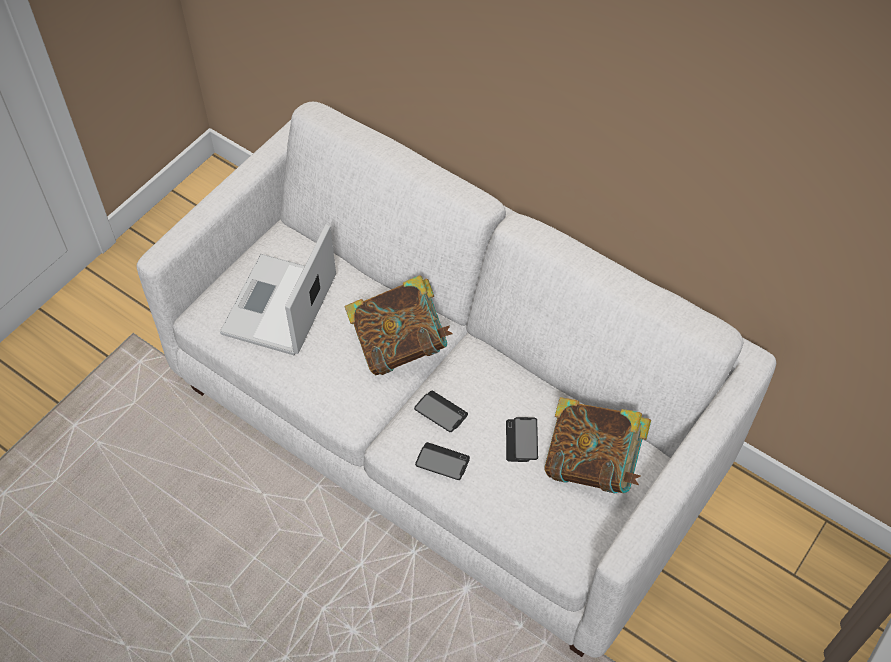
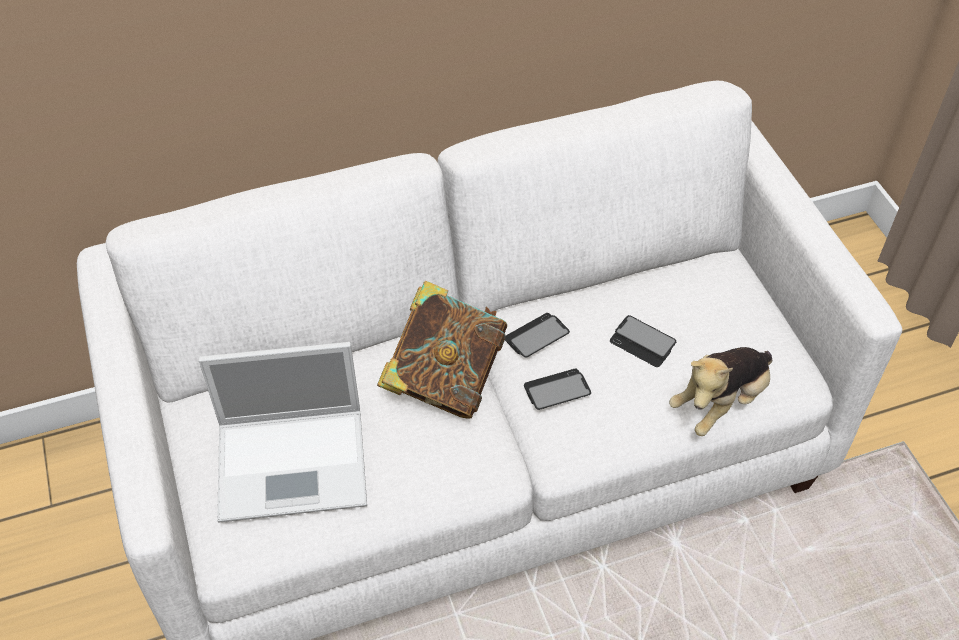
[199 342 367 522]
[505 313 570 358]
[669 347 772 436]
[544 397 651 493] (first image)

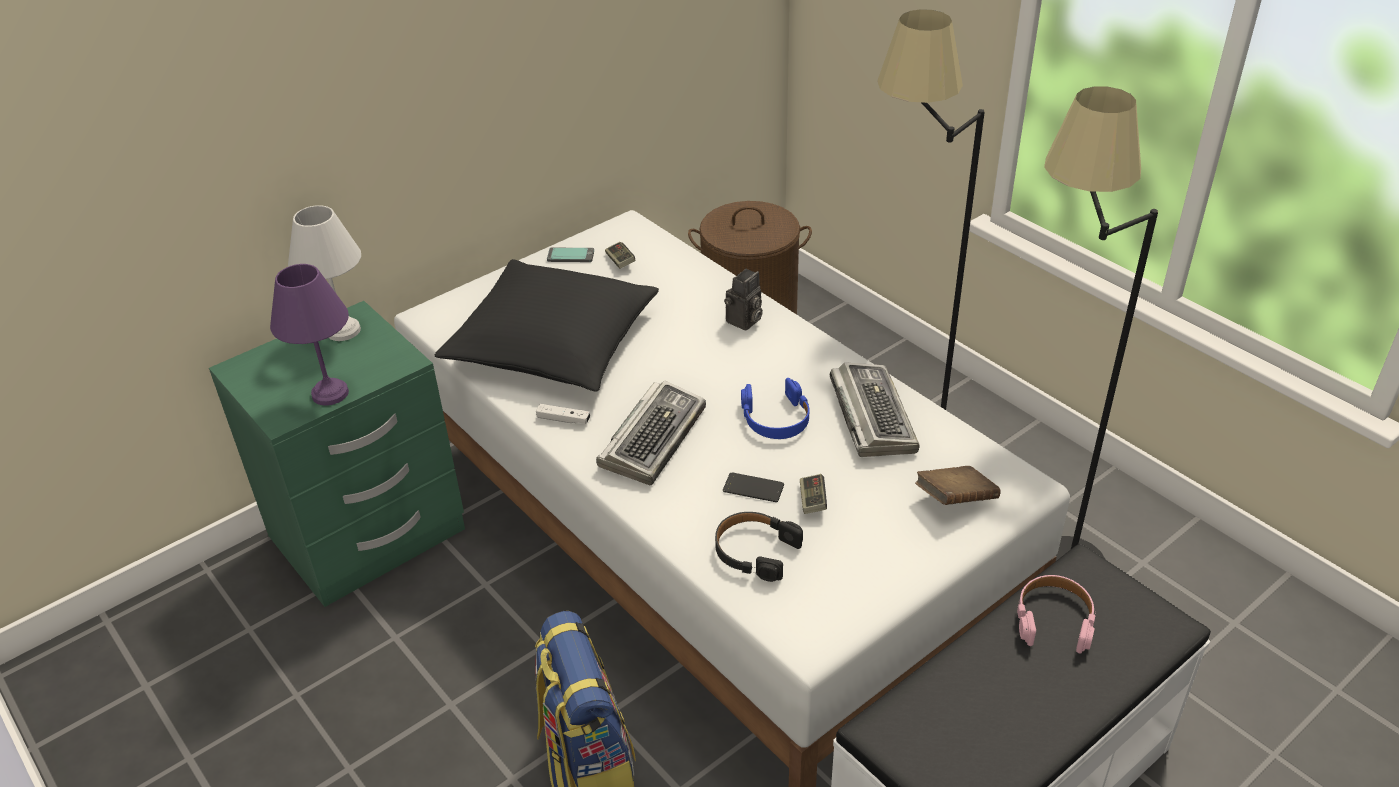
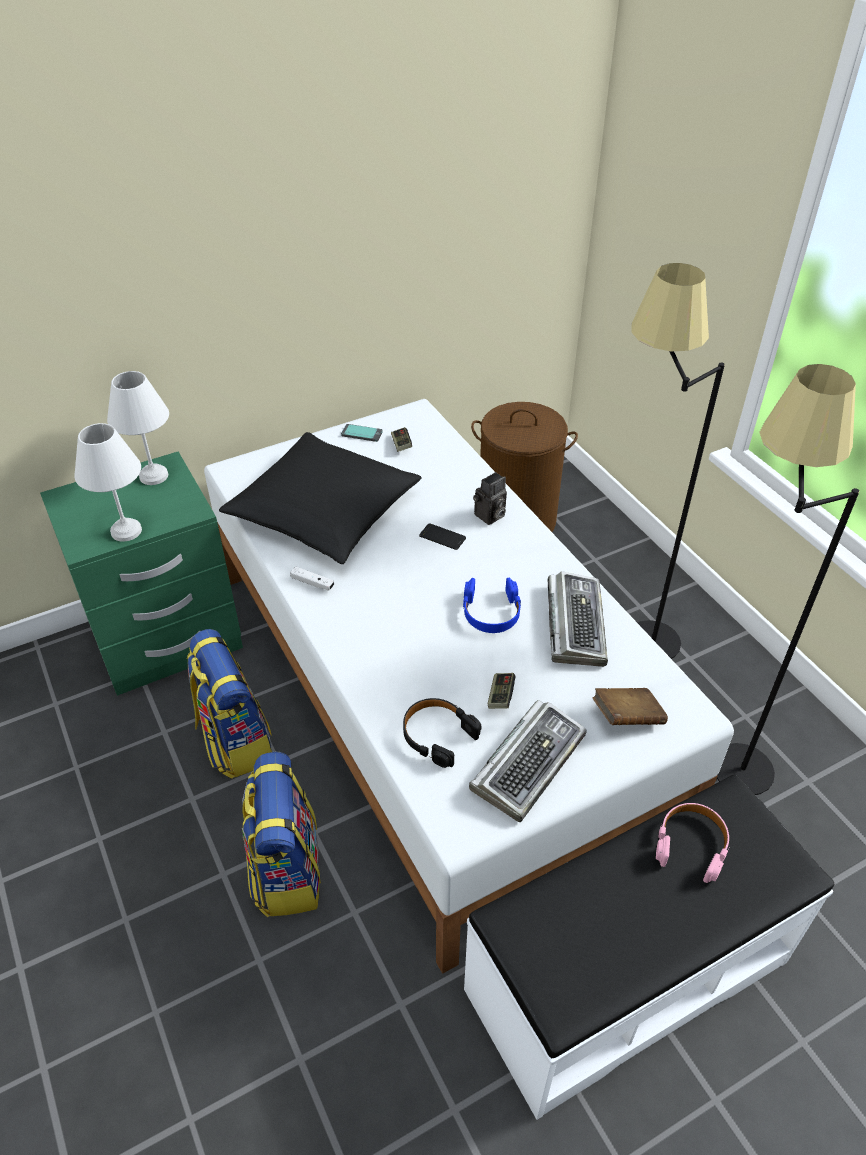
[74 423 142 542]
[187 629 272 779]
[419 523 466 550]
[469 700 586 822]

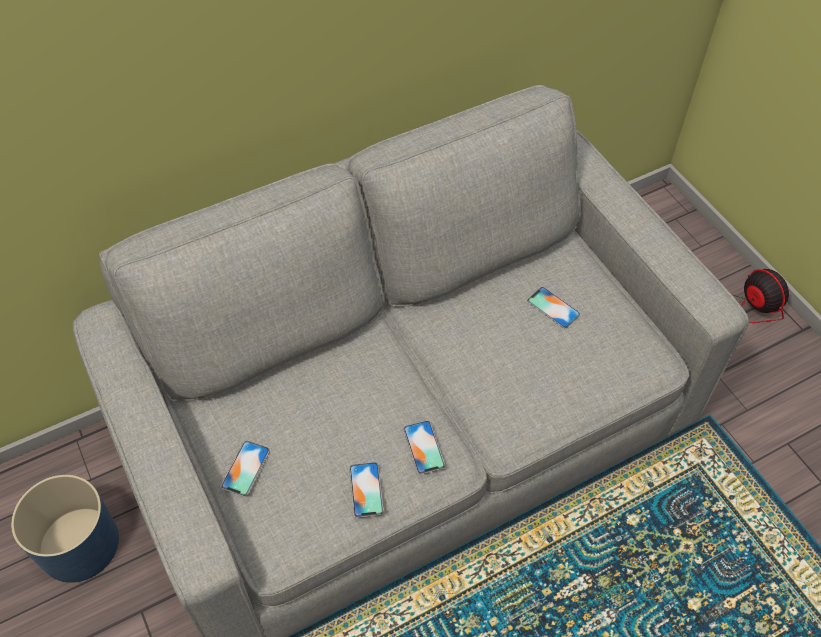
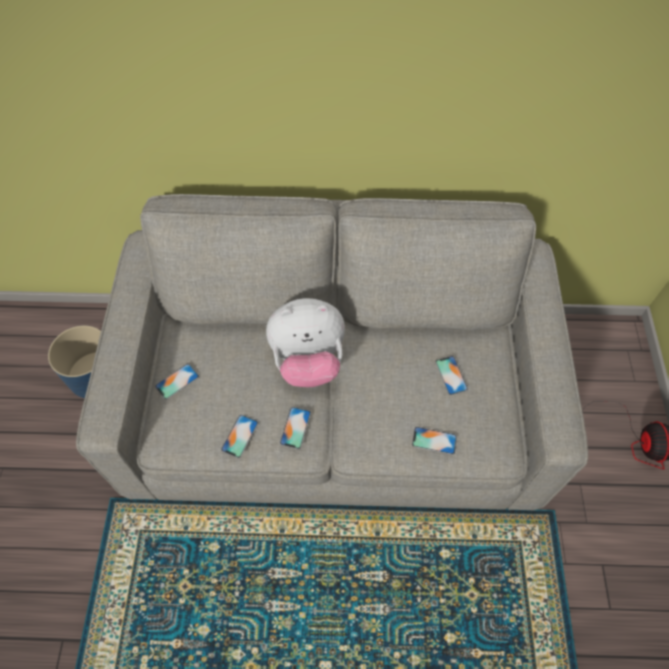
[266 298 345 387]
[412 427 457 455]

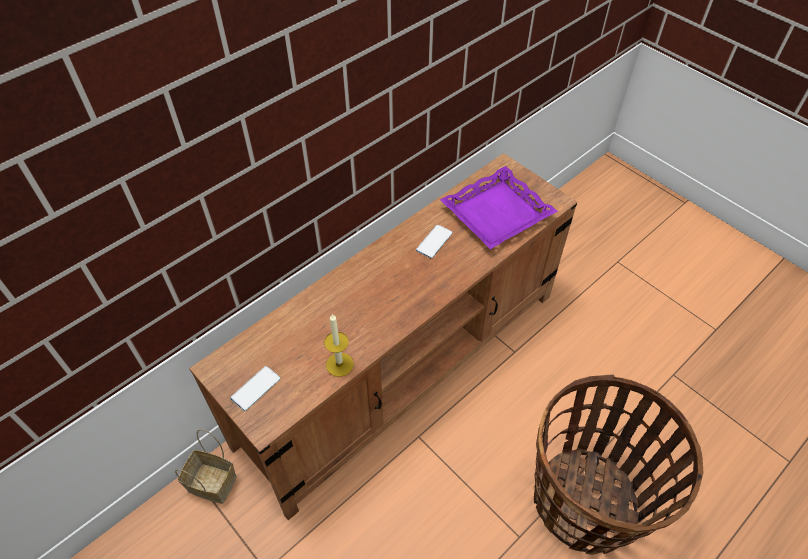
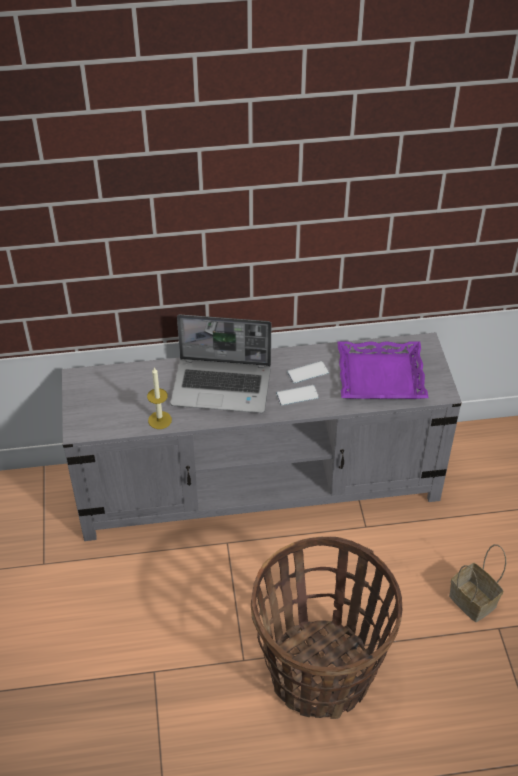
[62 332 462 541]
[170 315 271 413]
[276 385 319 406]
[449 544 506 622]

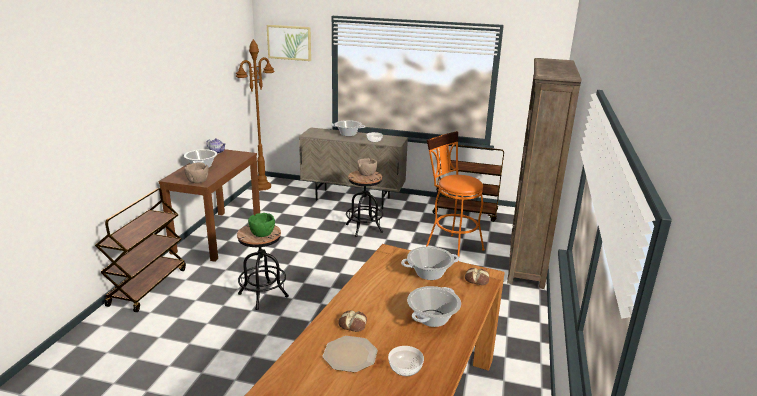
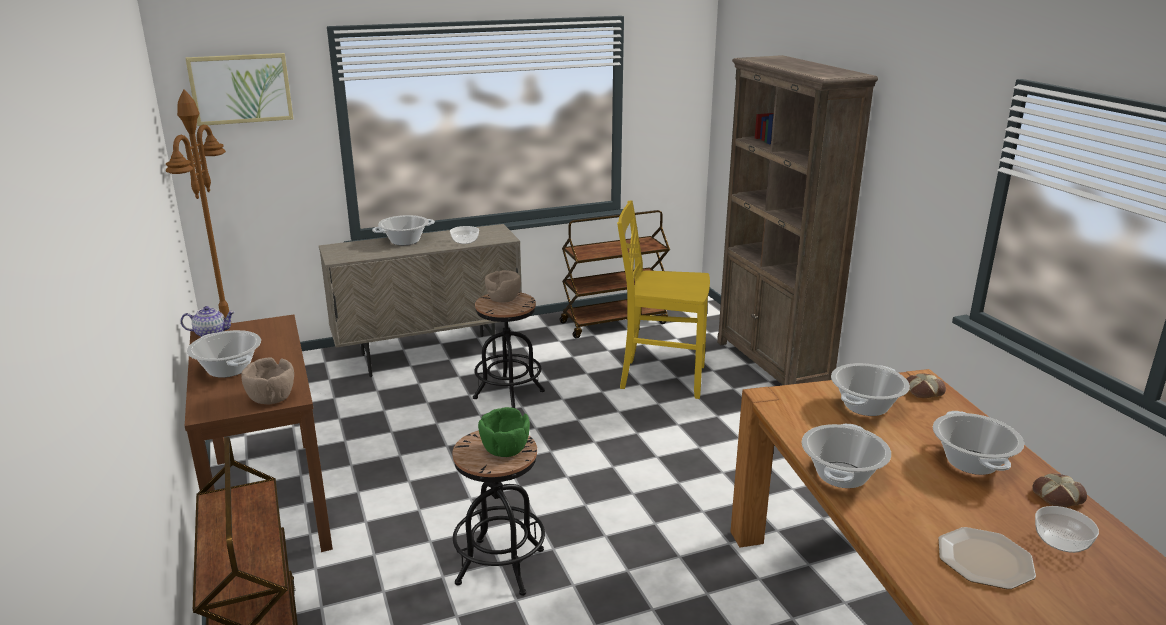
[617 200 710 399]
[801 423 891 488]
[1032 473 1087 507]

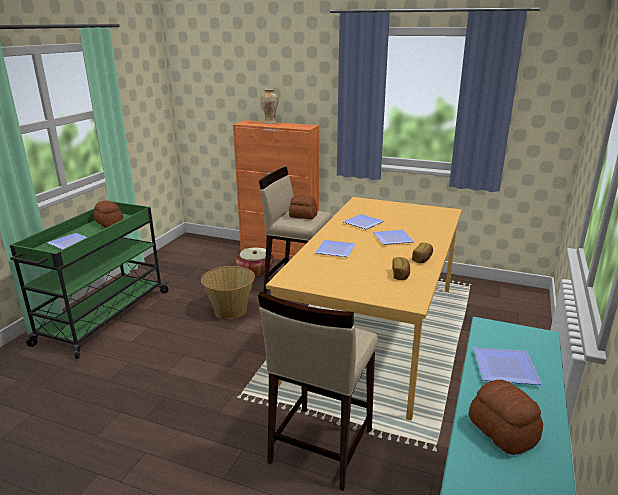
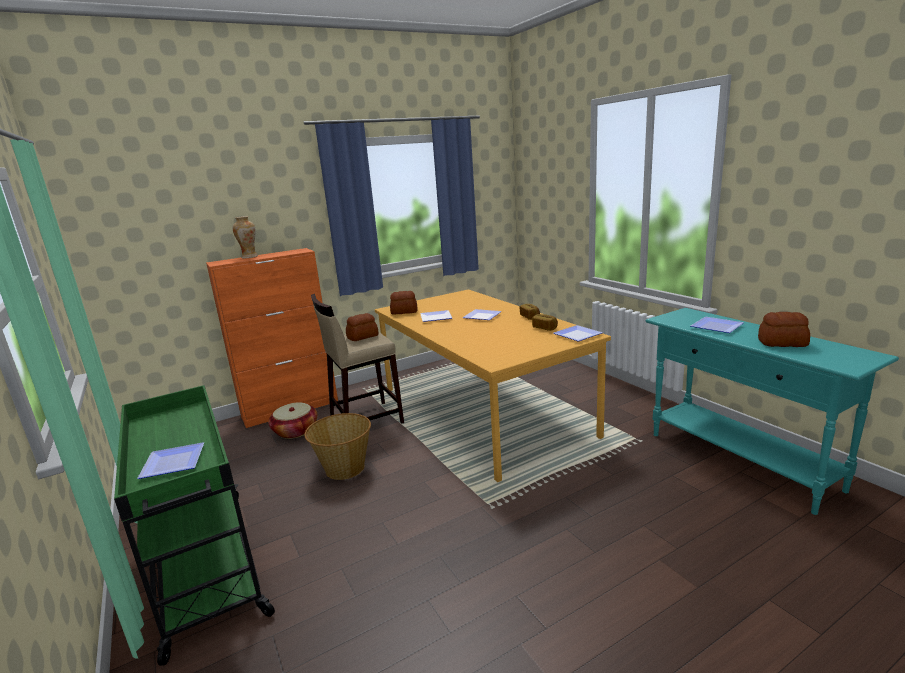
[390 291 418 315]
[553 325 603 341]
[258 292 378 491] (first image)

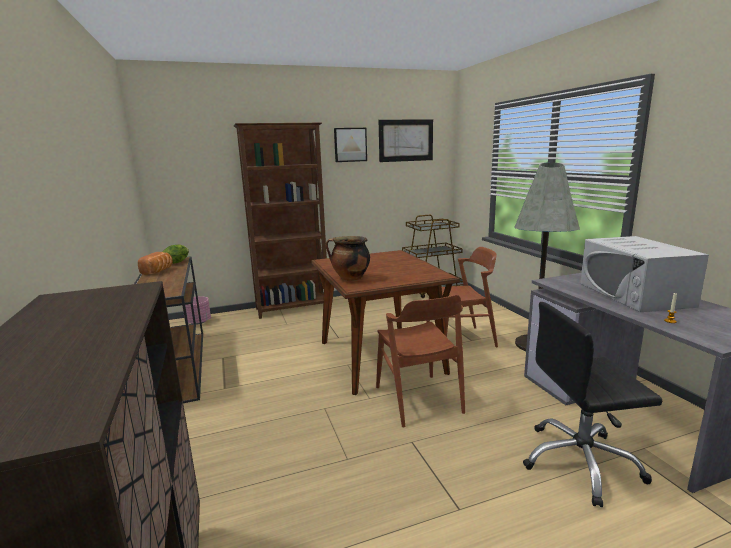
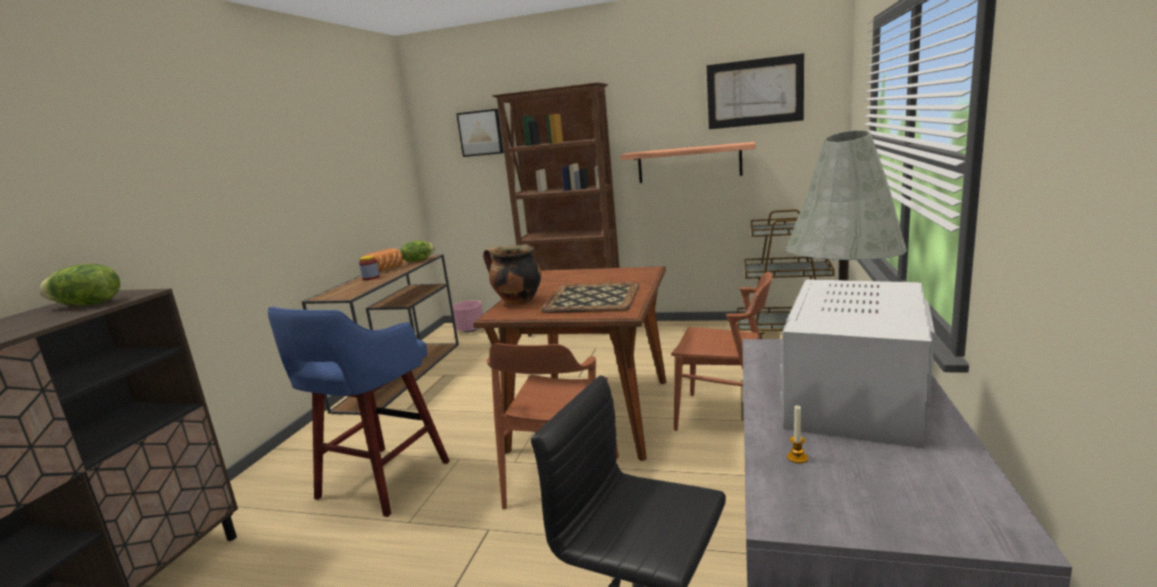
[39 264 120 306]
[268 306 450 517]
[359 255 380 280]
[456 109 504 157]
[541 282 640 313]
[620 142 756 183]

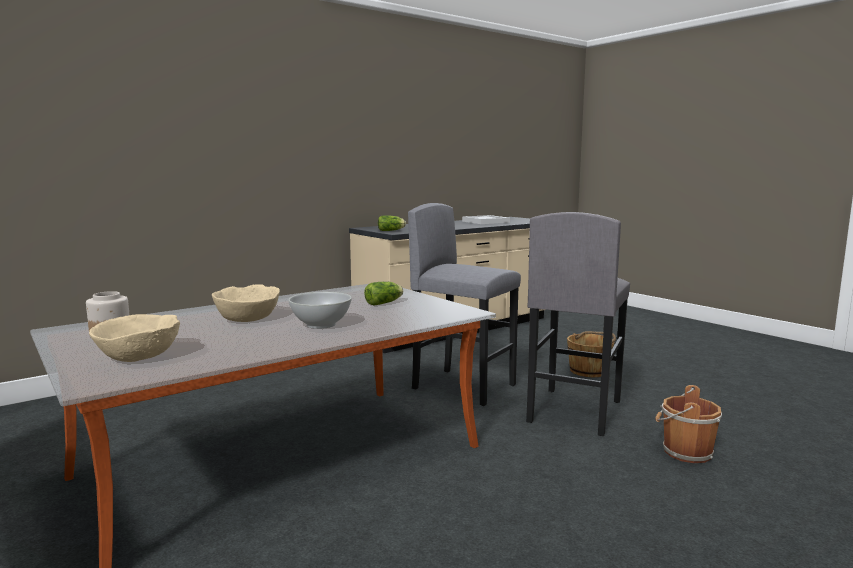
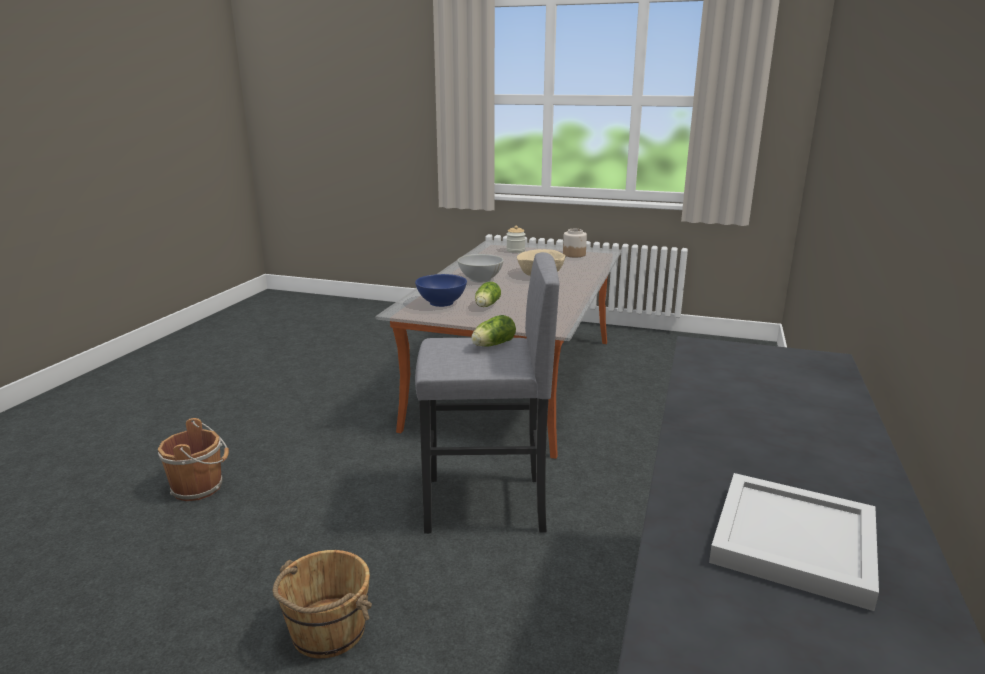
[415 274 467 307]
[471 315 516 347]
[506 225 526 253]
[526 212 630 436] (first image)

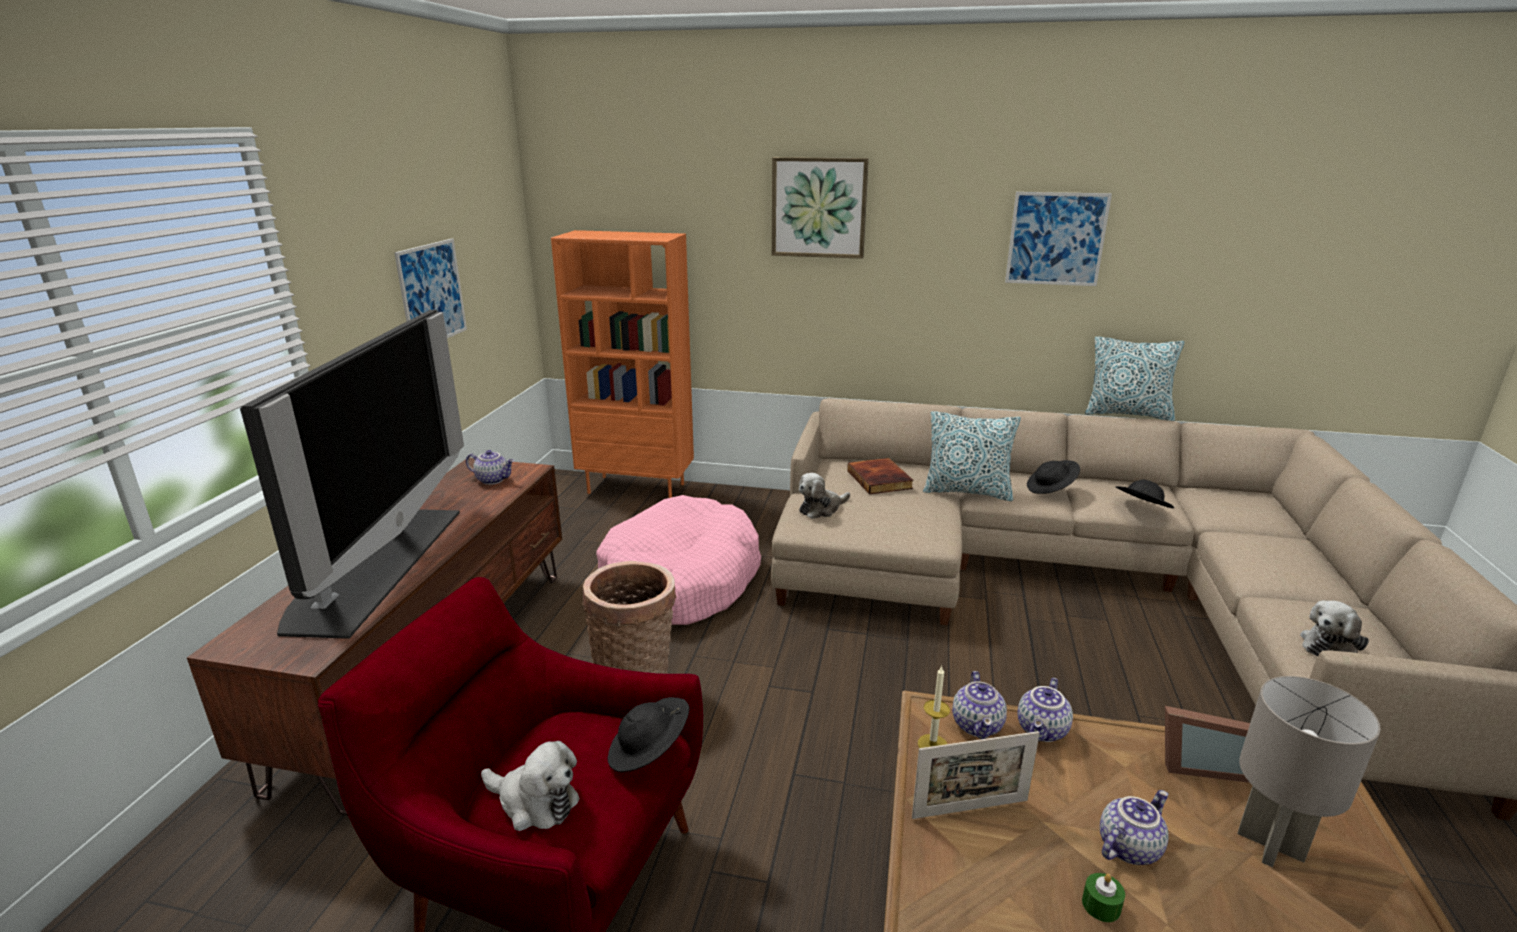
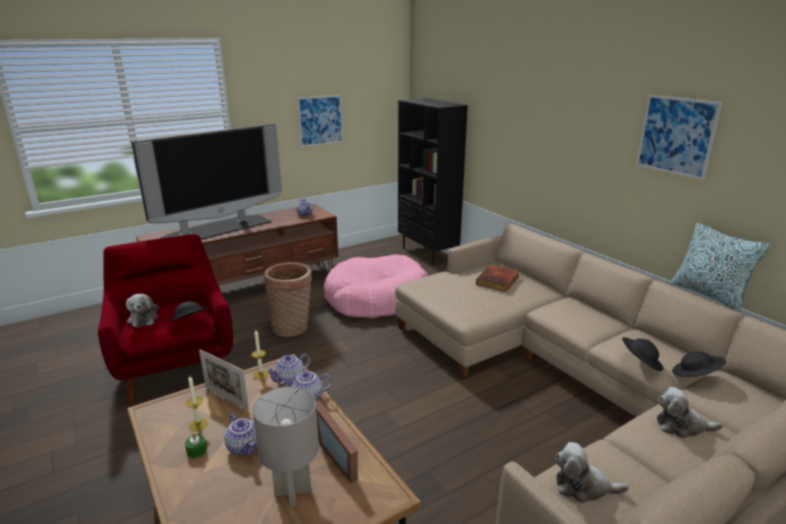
[186 375 208 431]
[224 413 257 455]
[398 98 468 265]
[657 387 723 438]
[672 351 726 377]
[772 157 869 259] (first image)
[923 411 1021 501] (first image)

